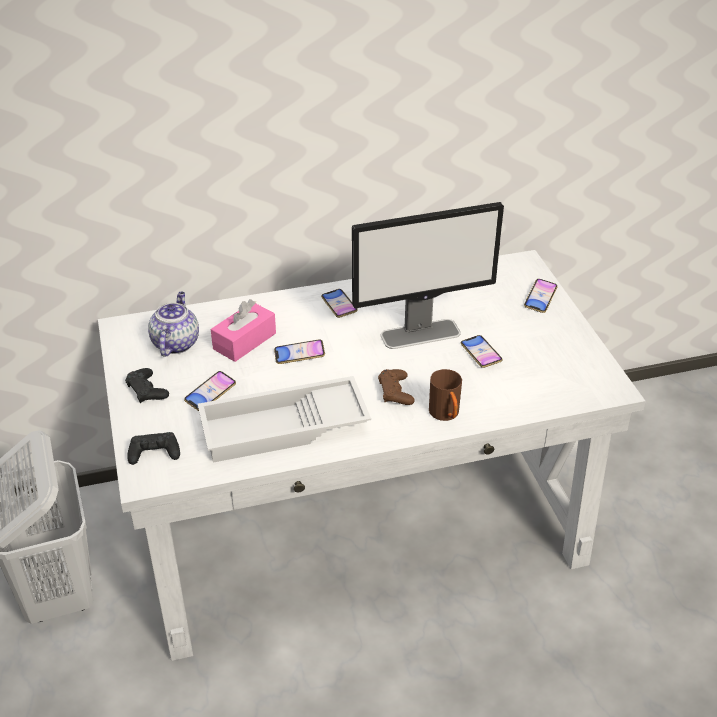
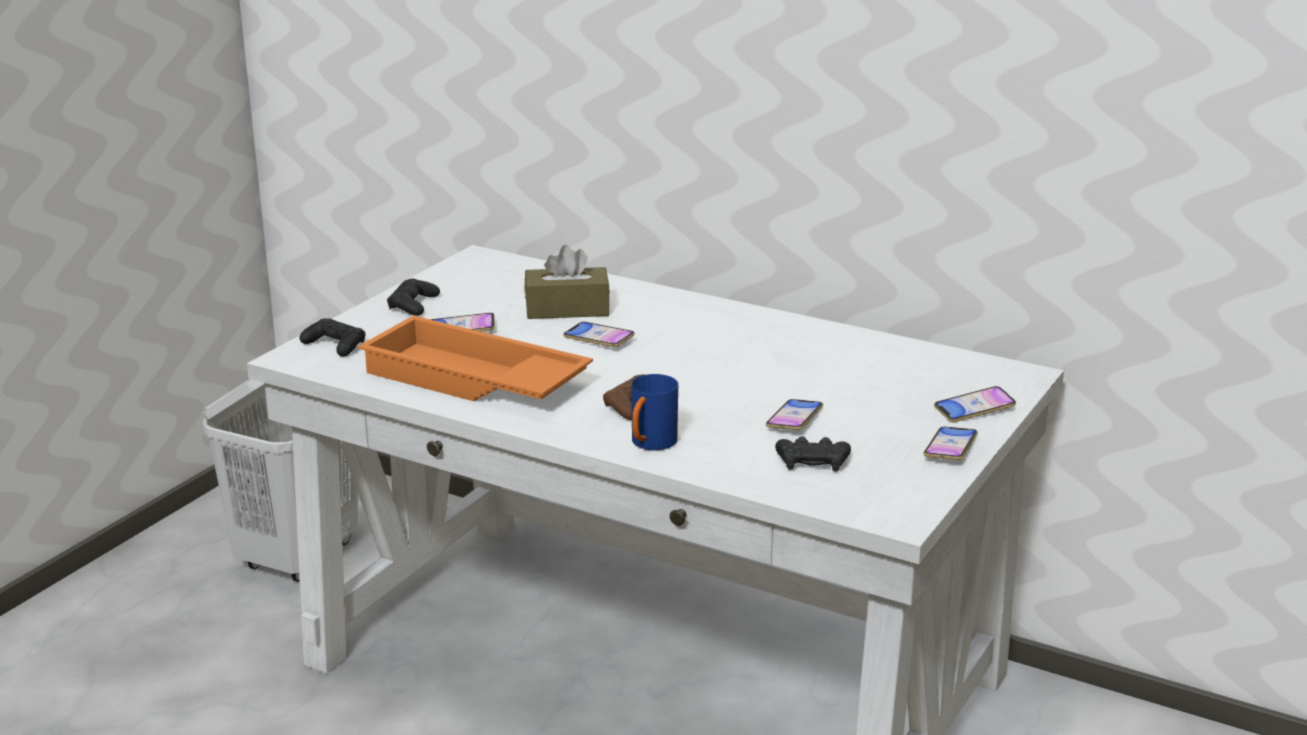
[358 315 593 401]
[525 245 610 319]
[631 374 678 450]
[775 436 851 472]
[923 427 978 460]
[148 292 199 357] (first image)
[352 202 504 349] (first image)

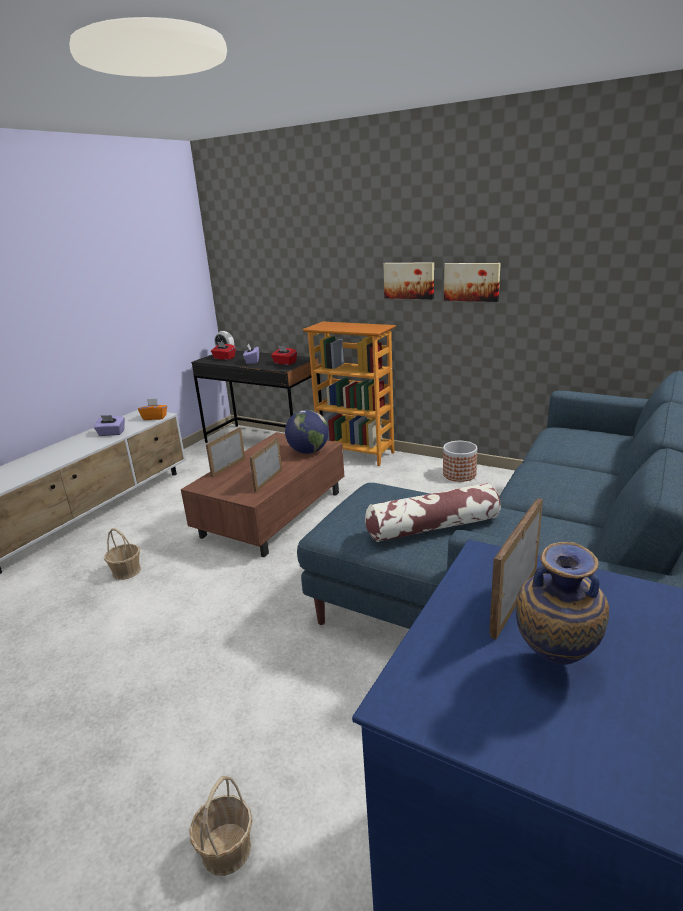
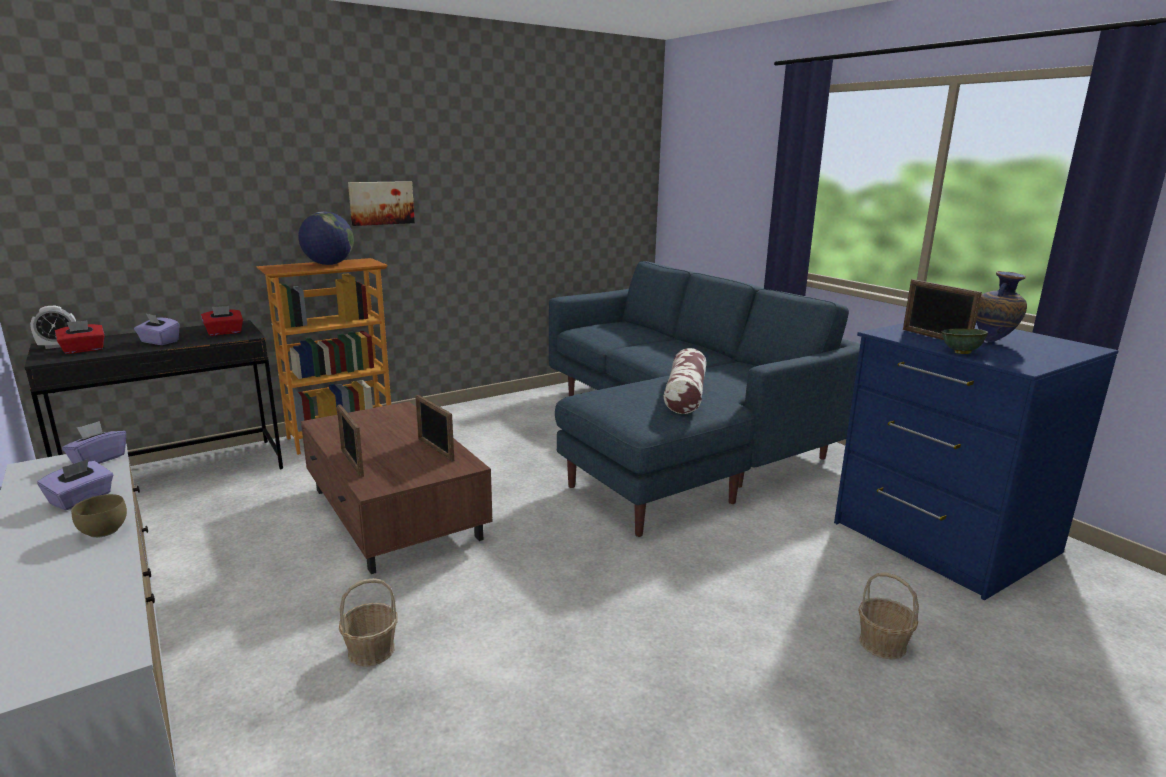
[62 421 126 464]
[71 494 127 538]
[298 212 354 265]
[941 328 988 354]
[443 441 477 482] (first image)
[444 263 501 302] (first image)

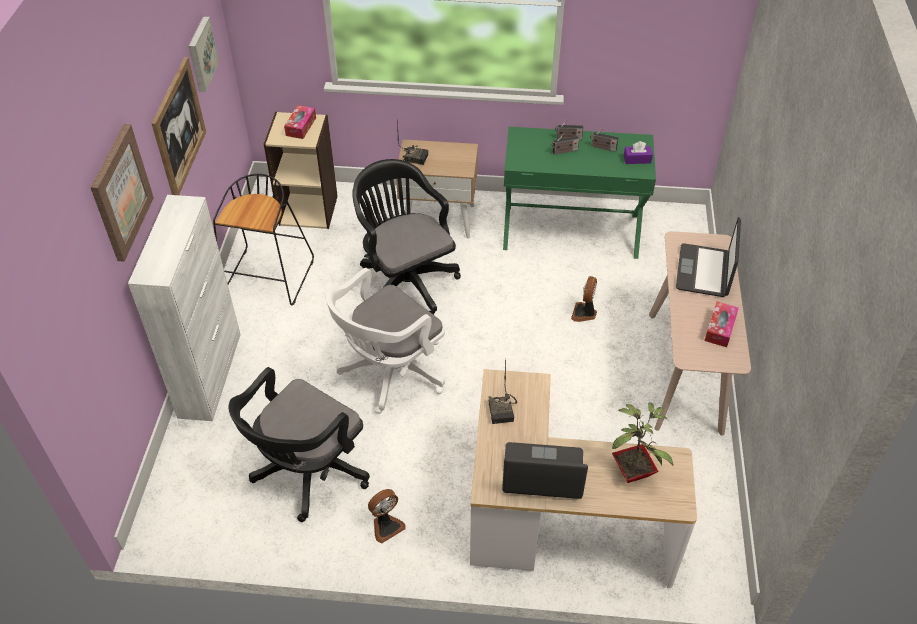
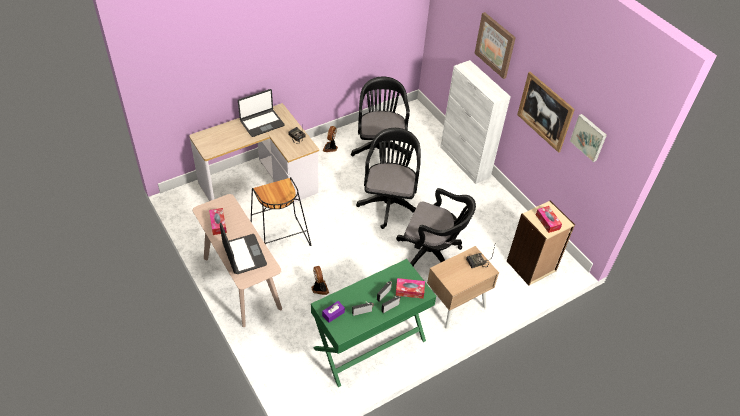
[251 177 312 246]
[356 128 421 229]
[395 278 425 299]
[612 402 674 483] (first image)

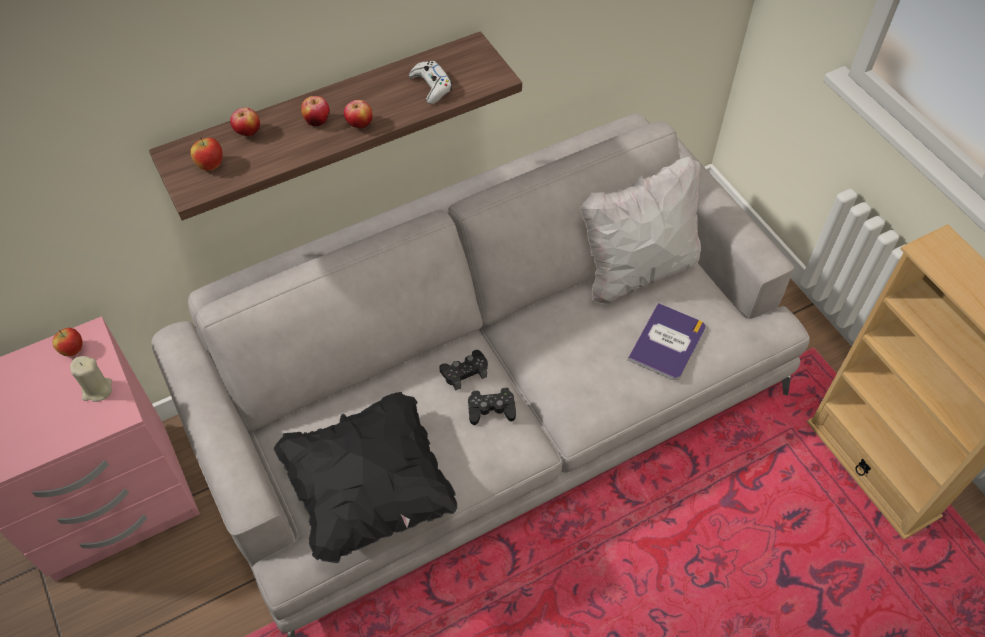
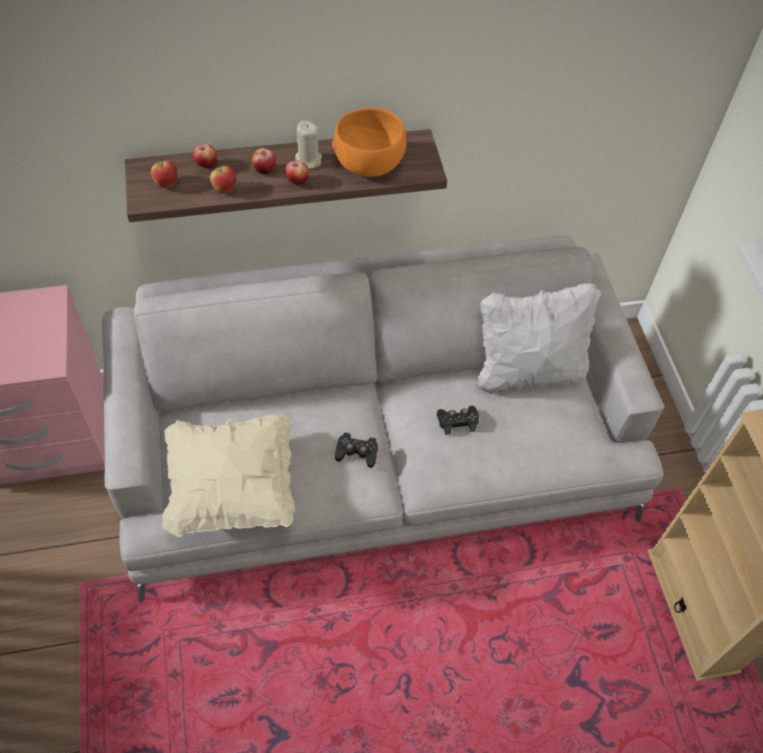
[162 414 295 537]
[210 164 236 194]
[295 121 322 169]
[332 108 407 177]
[437 406 479 435]
[628 303 705 380] (first image)

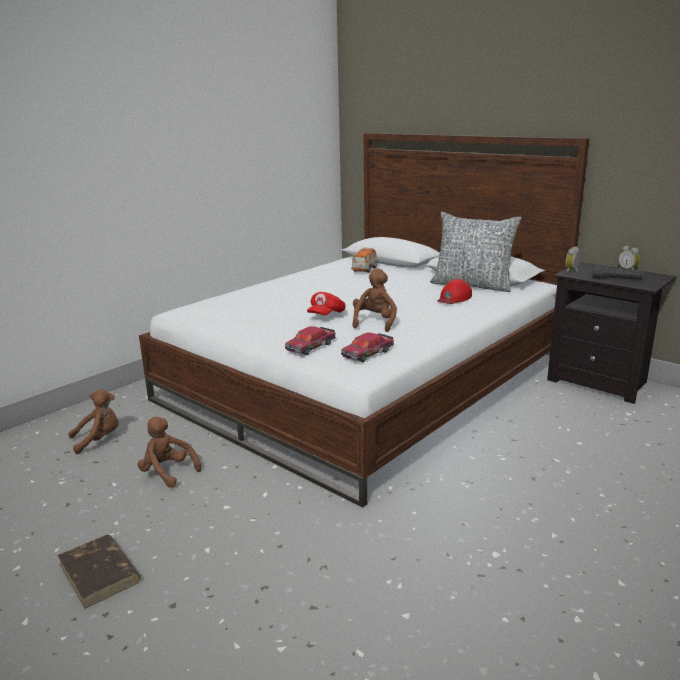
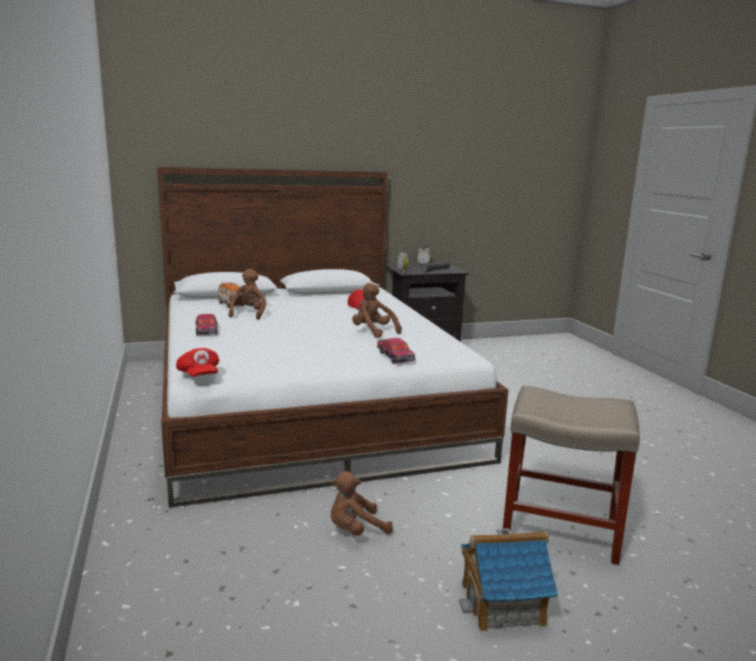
[176 348 219 377]
[195 314 218 336]
[229 269 266 320]
[459 528 558 631]
[503 386 640 565]
[430 212 521 292] (first image)

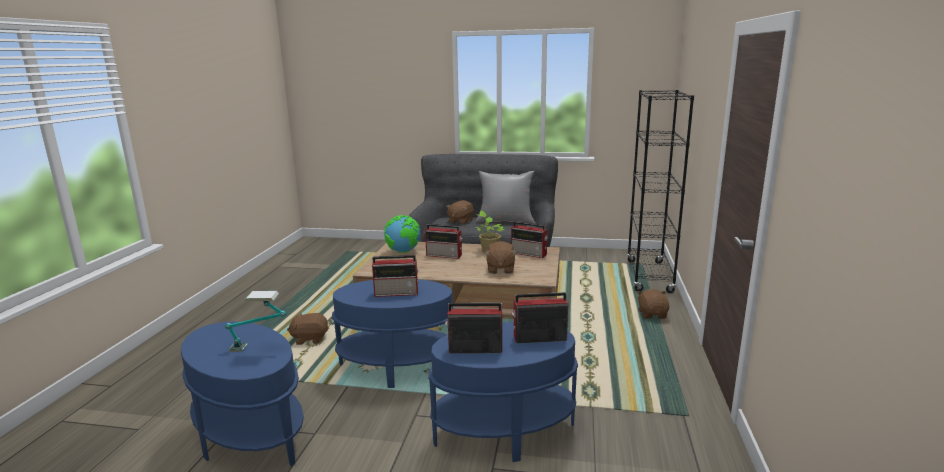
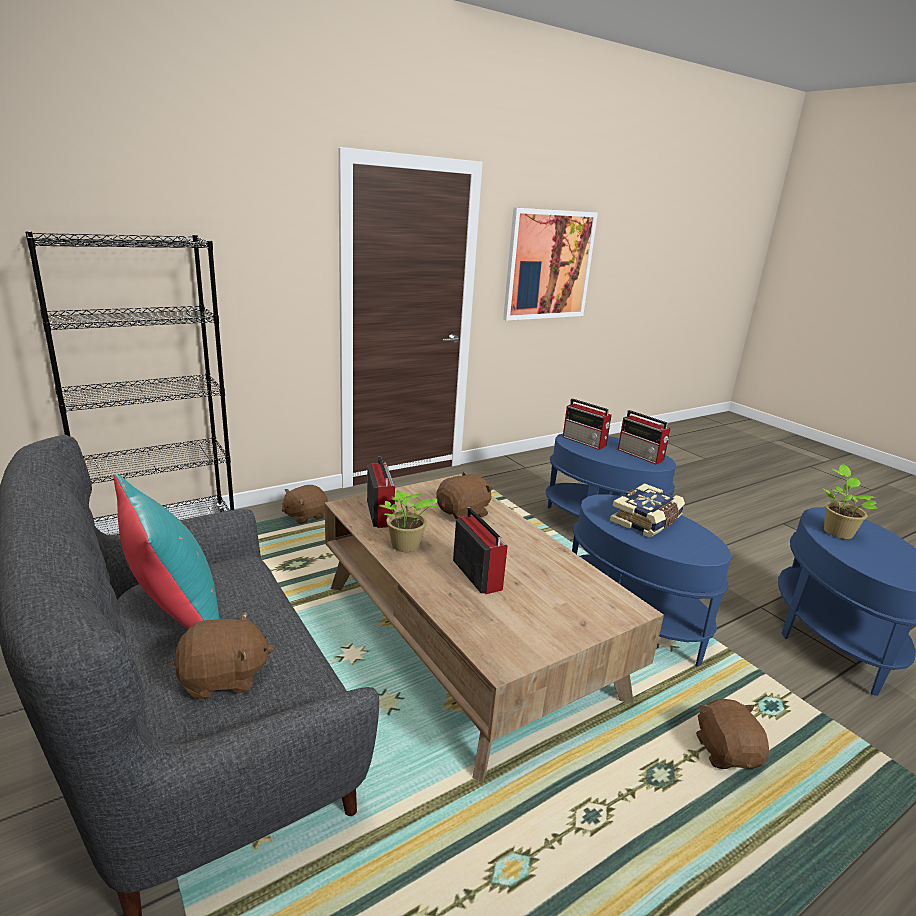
[114 474 219 629]
[503 208 598 321]
[610 483 685 538]
[696 699 769 769]
[823 464 878 539]
[384 215 420 253] (first image)

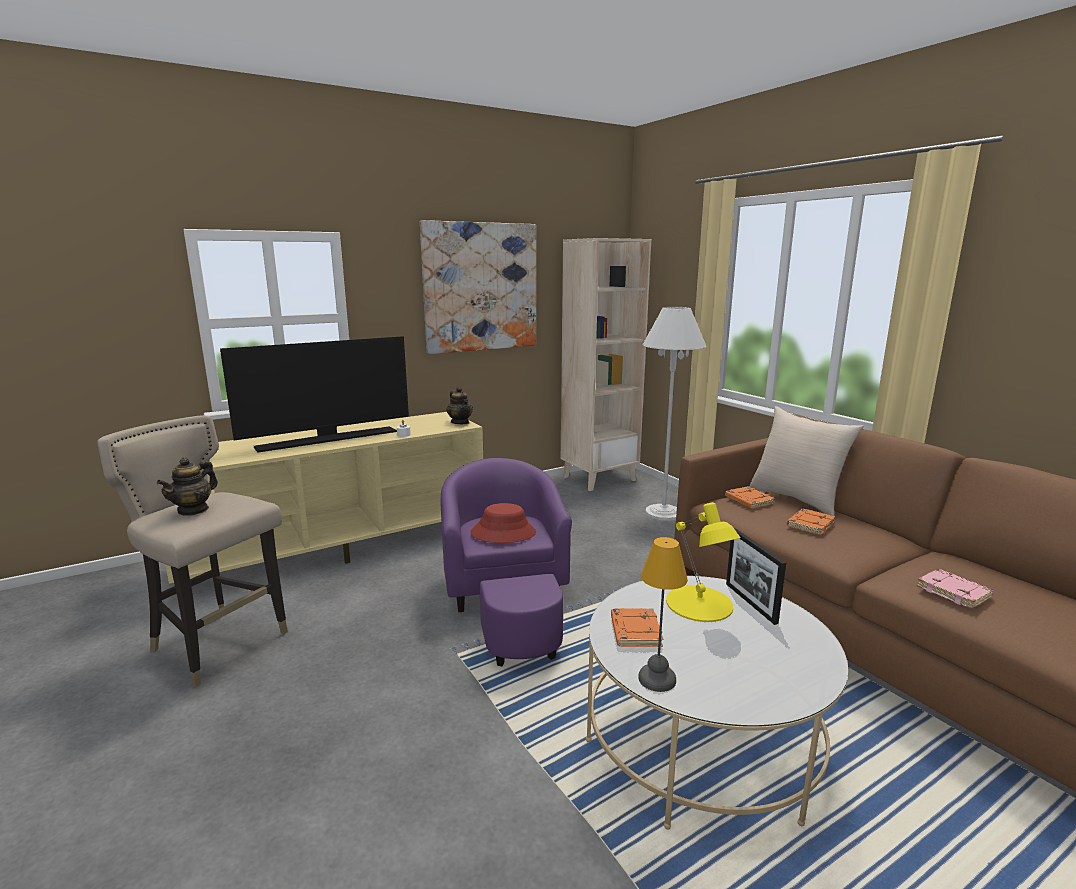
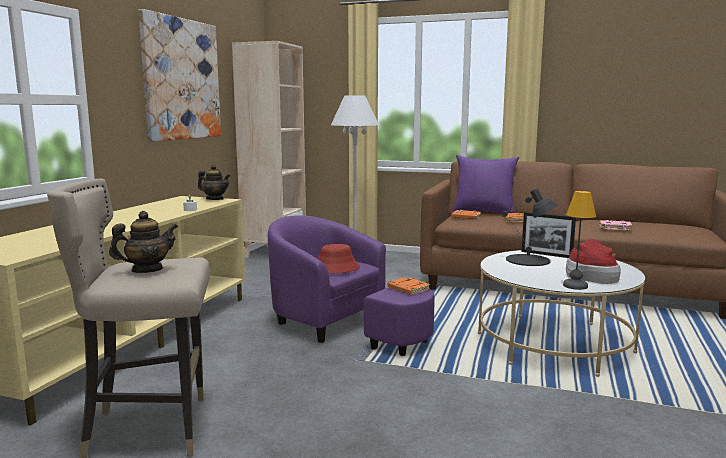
[109 211 178 273]
[387 277 430 295]
[452 155 519 213]
[502 188 558 266]
[566 238 621 284]
[220 336 409 453] (first image)

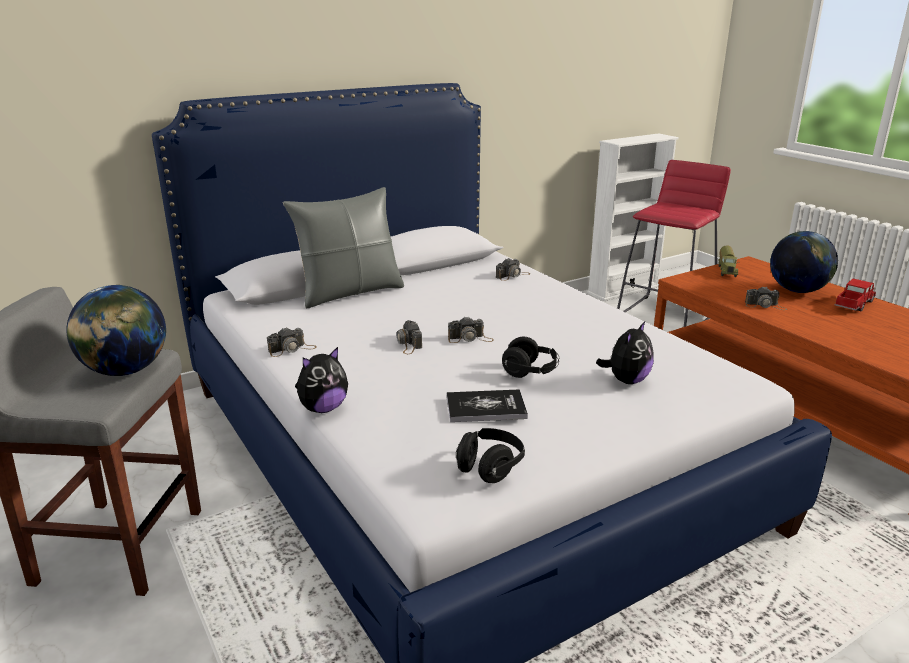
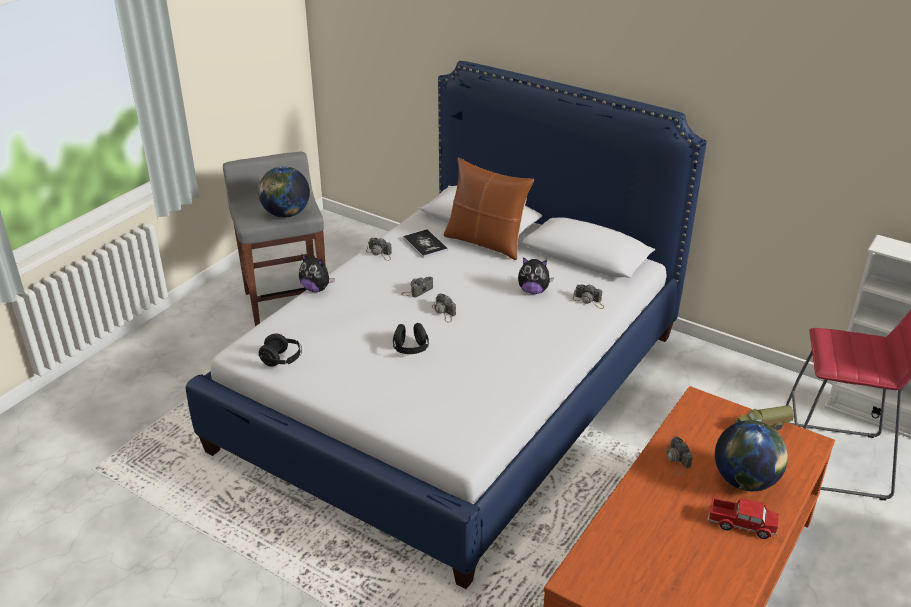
[403 229 448 258]
[444 158 534 260]
[518 257 554 294]

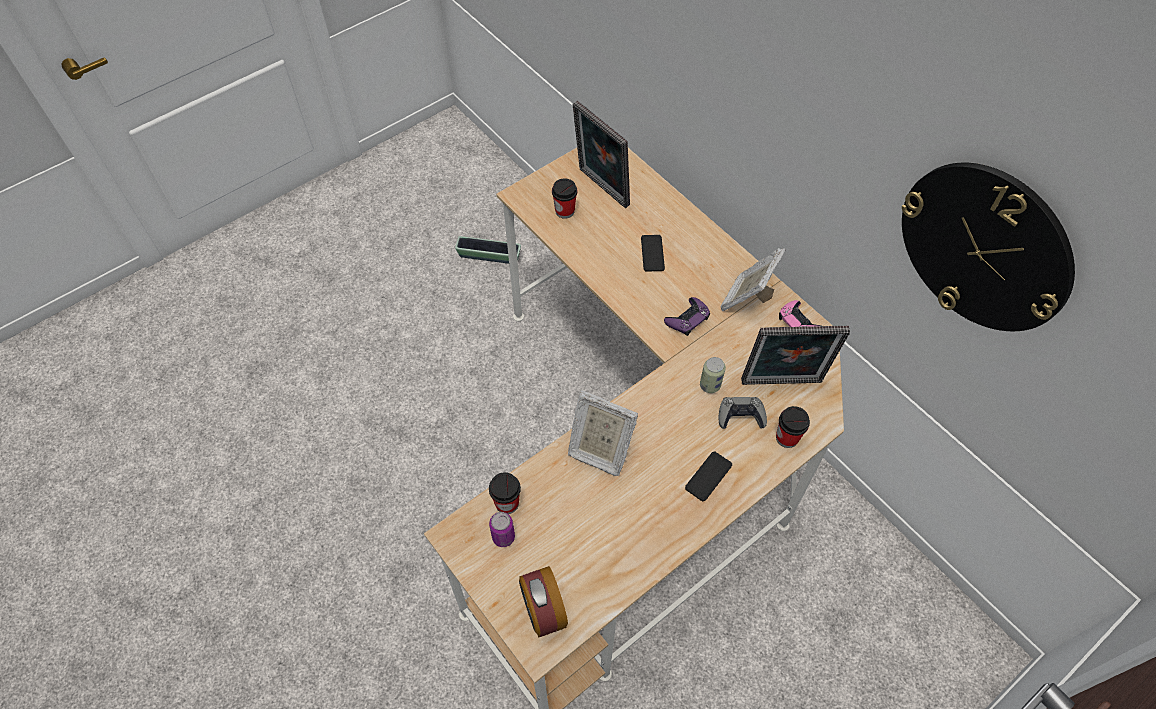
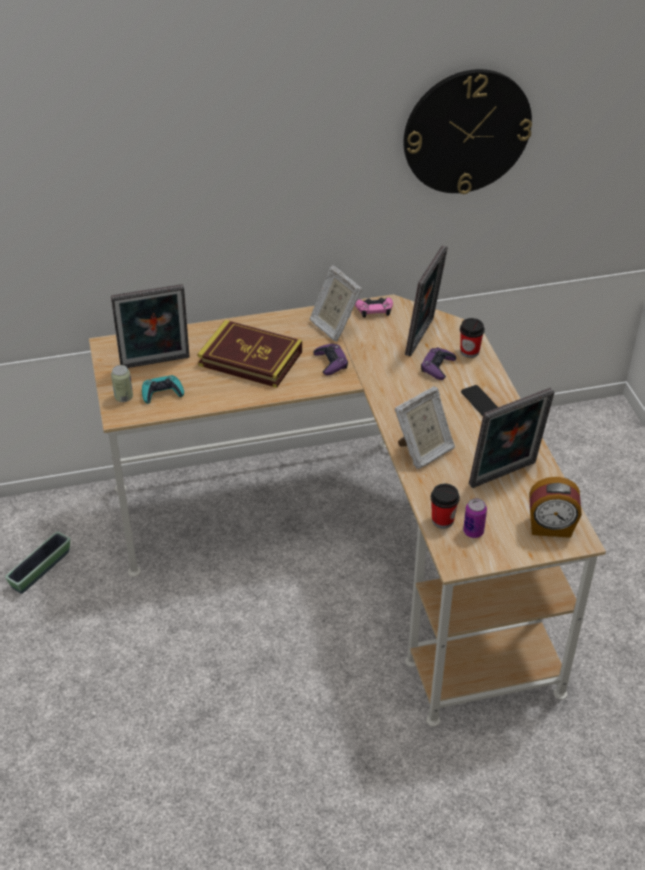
[111 365 133 402]
[142 375 184 404]
[197 320 302 388]
[421 347 456 380]
[469 388 554 488]

